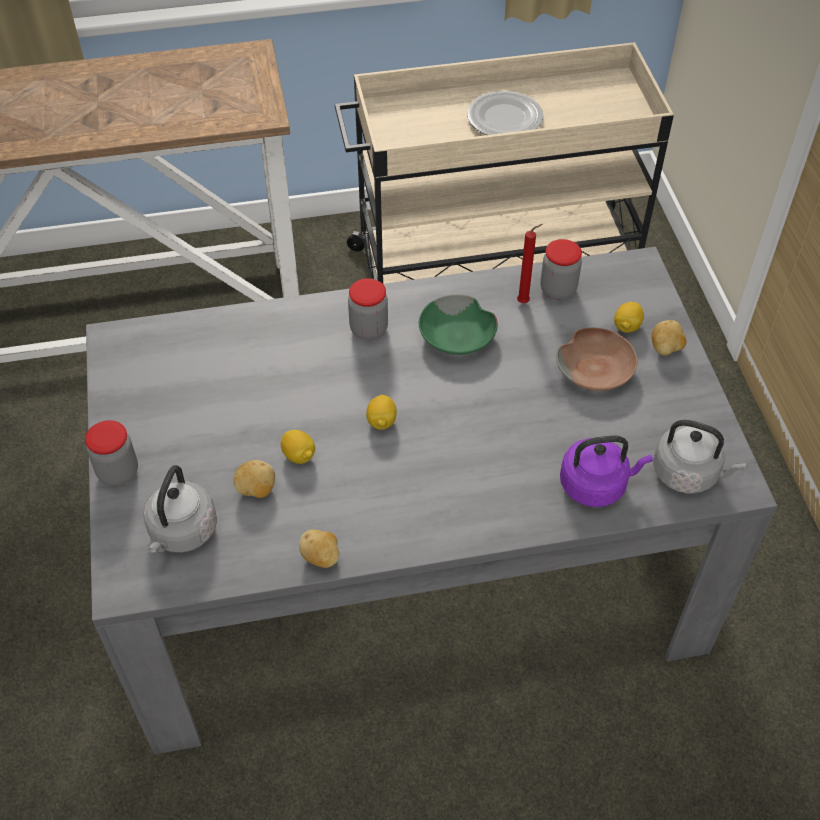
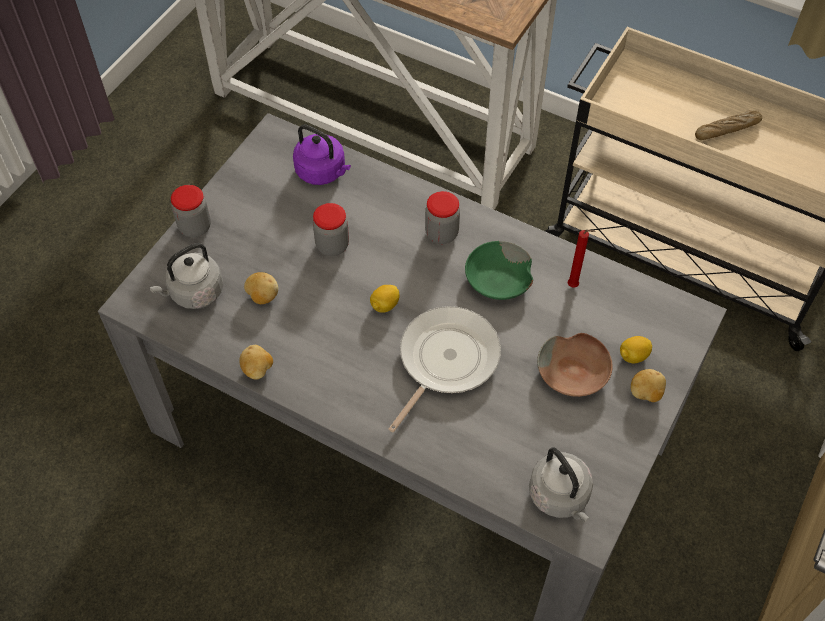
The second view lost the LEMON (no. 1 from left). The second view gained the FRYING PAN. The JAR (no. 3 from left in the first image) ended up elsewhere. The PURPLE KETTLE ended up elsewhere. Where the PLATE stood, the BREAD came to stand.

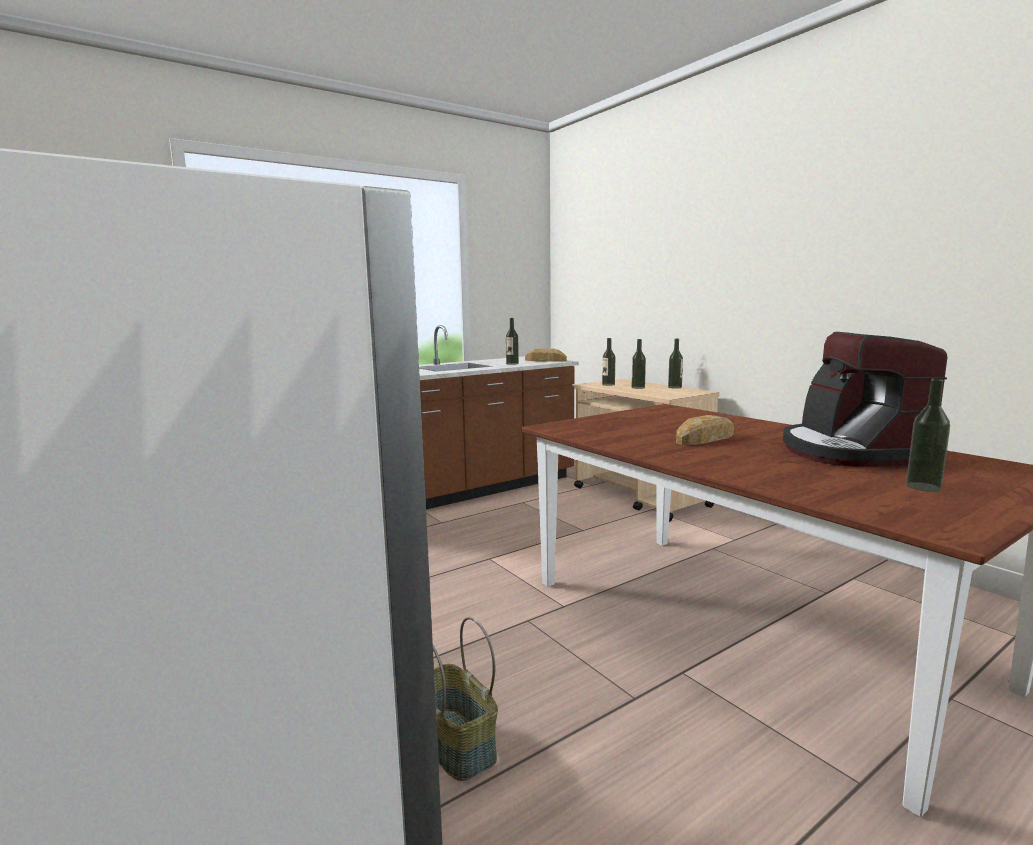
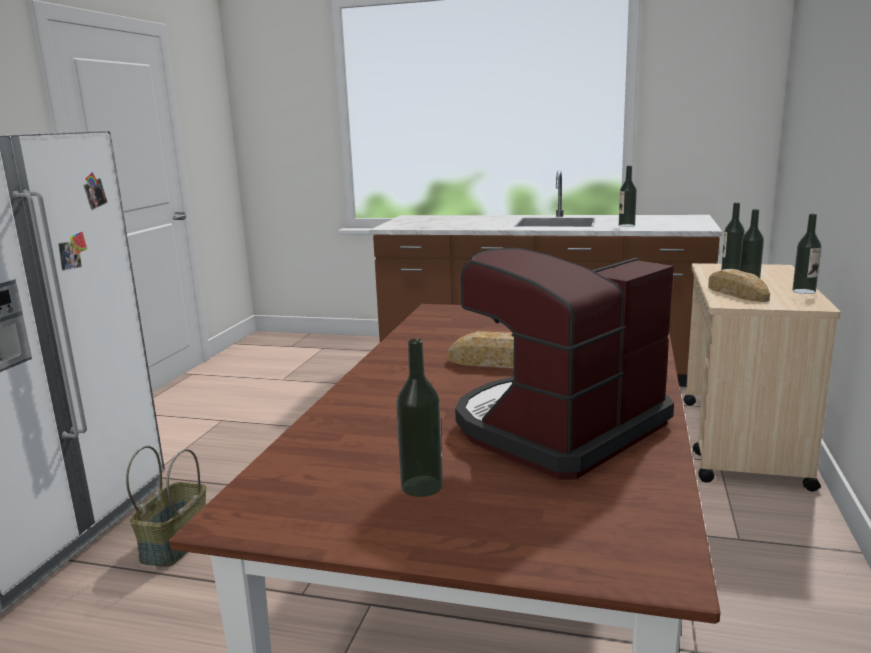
The BREAD (no. 1 from left in the first image) ended up elsewhere.

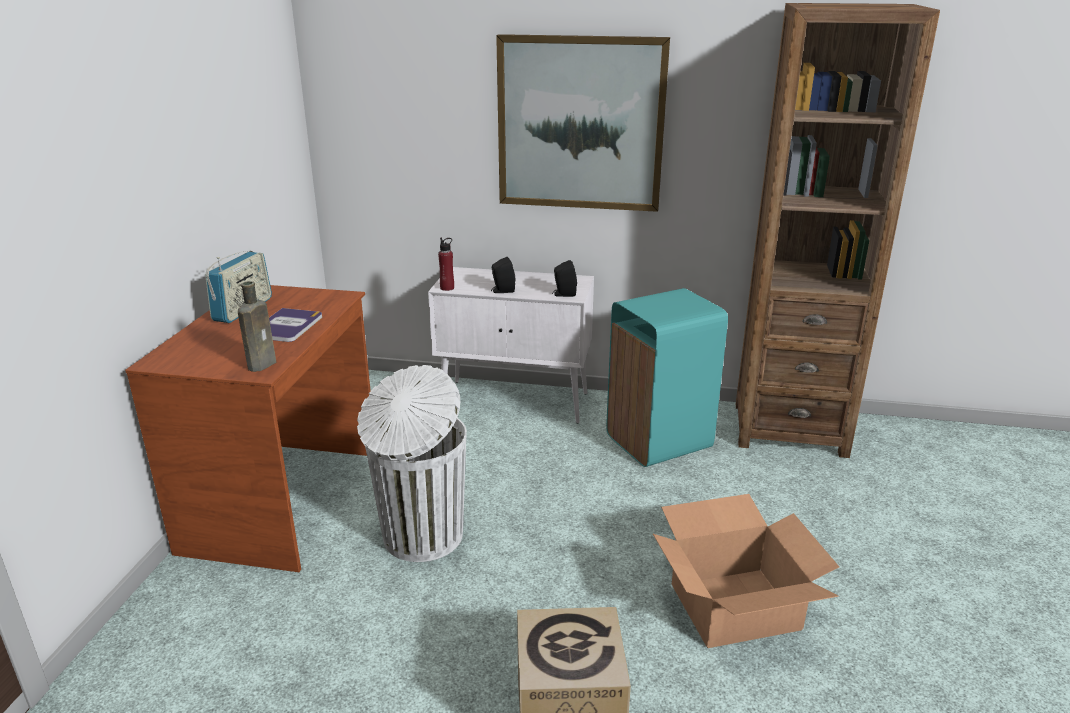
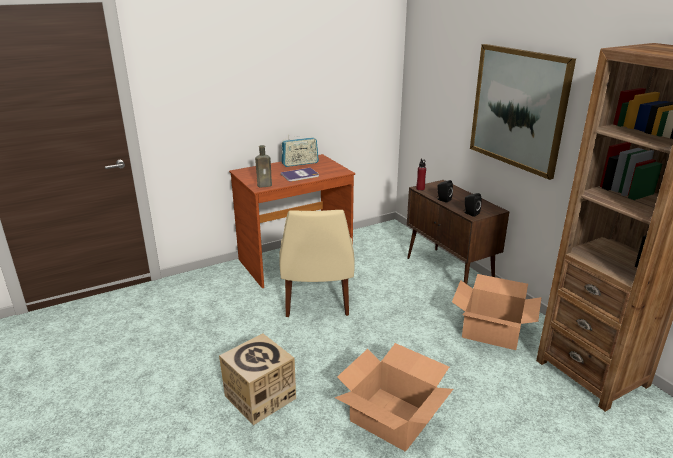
Where the WHITE TRASH CAN stood, the BEIGE CHAIR came to stand. Where the TURQUOISE TRASH CAN stood, the CARDBOARD BOX (no. 3 from left) came to stand. What was the WHITE CABINET turned into the BROWN CABINET.

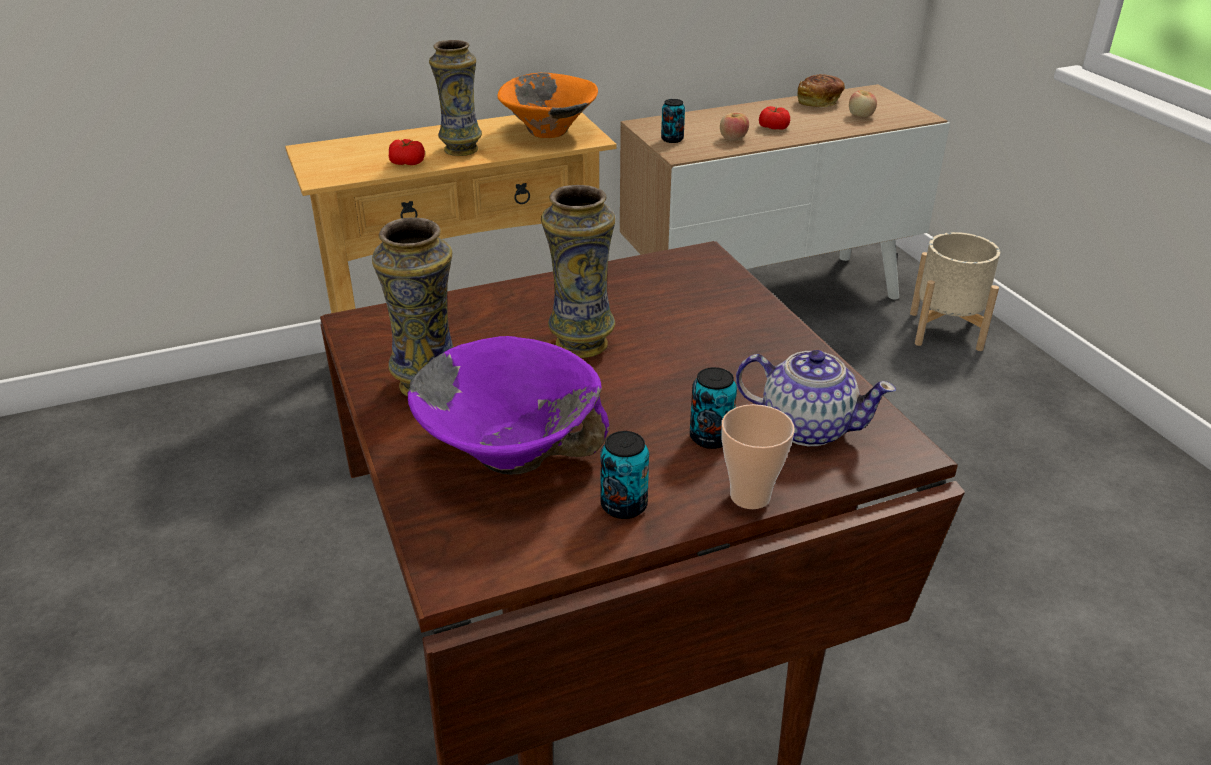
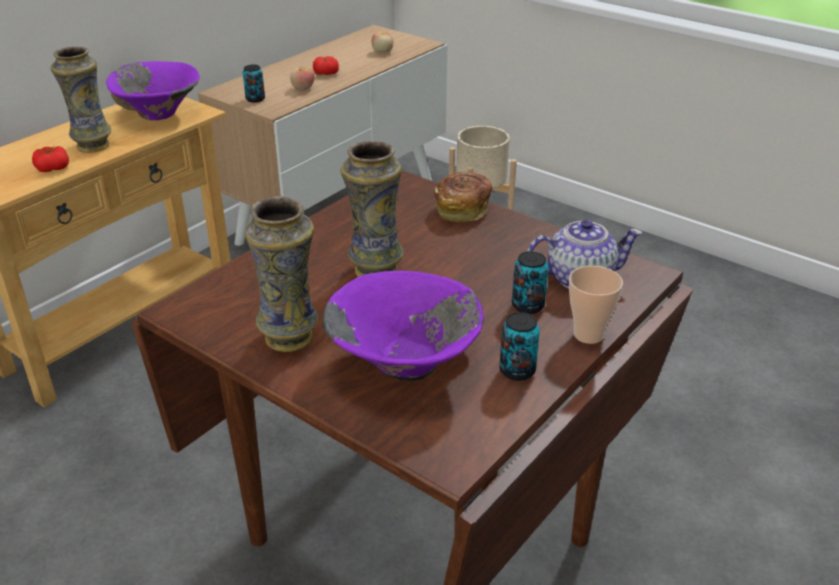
The BREAD ended up elsewhere. What was the ORANGE BOWL turned into the PURPLE BOWL (no. 1 from left).

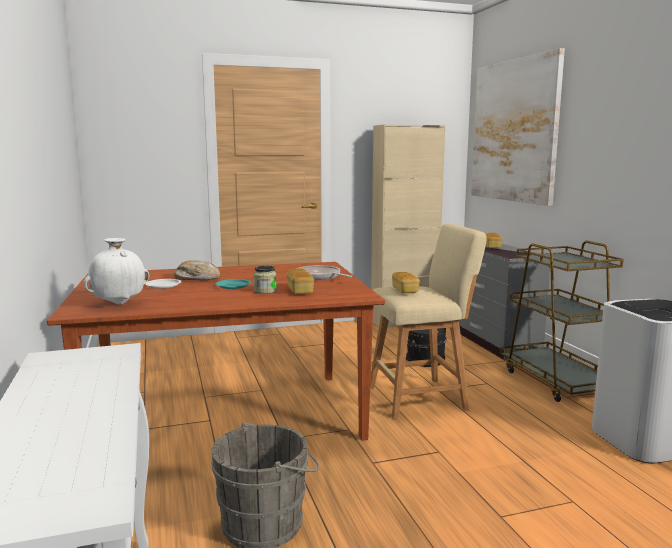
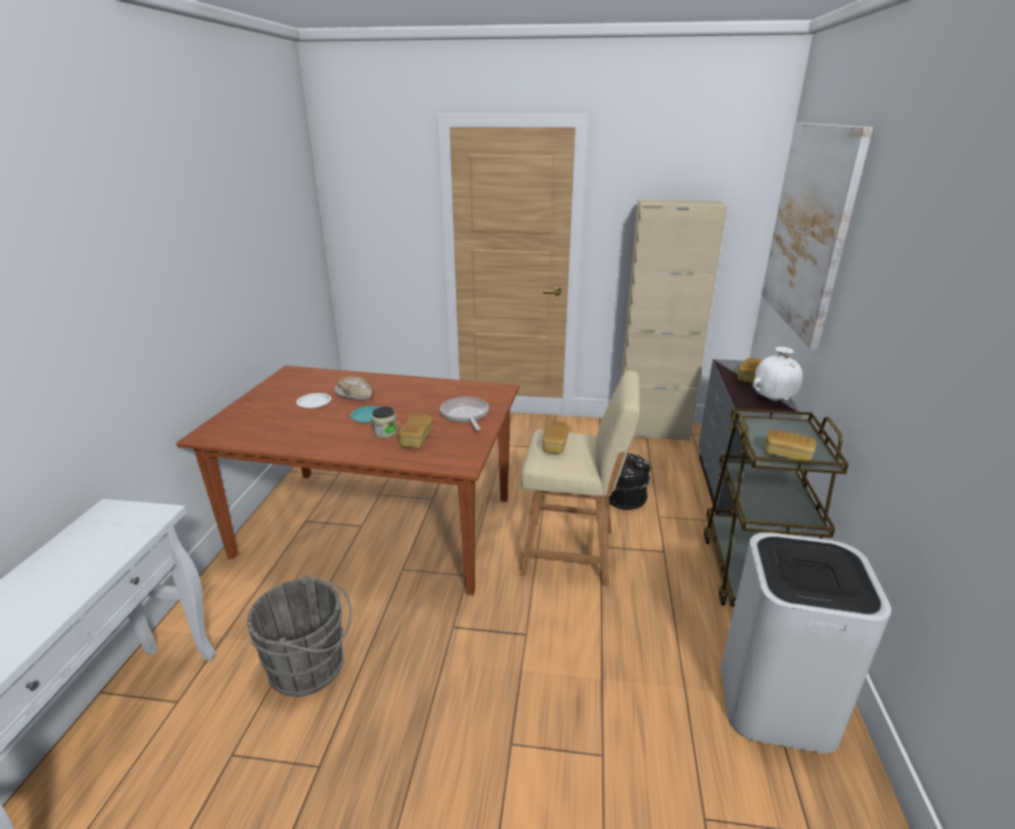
The second view gained the BREAD (no. 5 from left). The WHITE VASE ended up elsewhere.

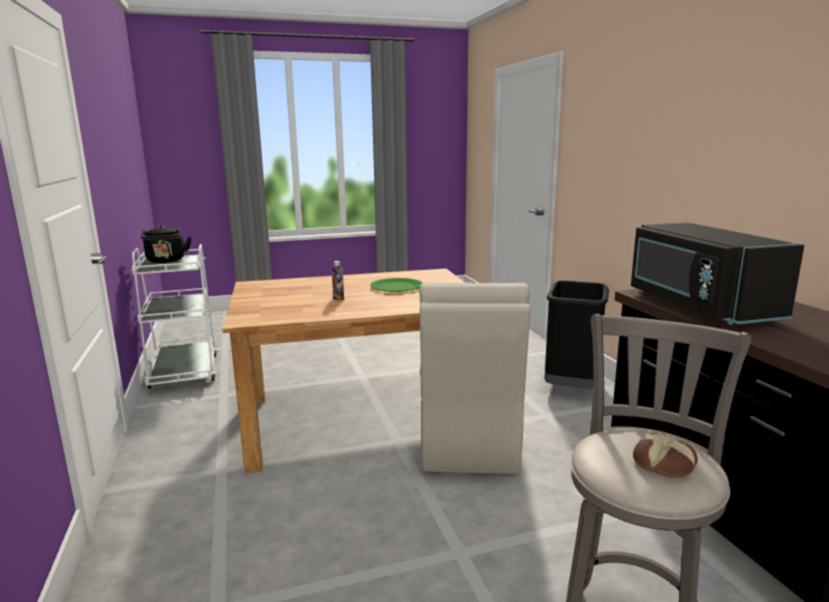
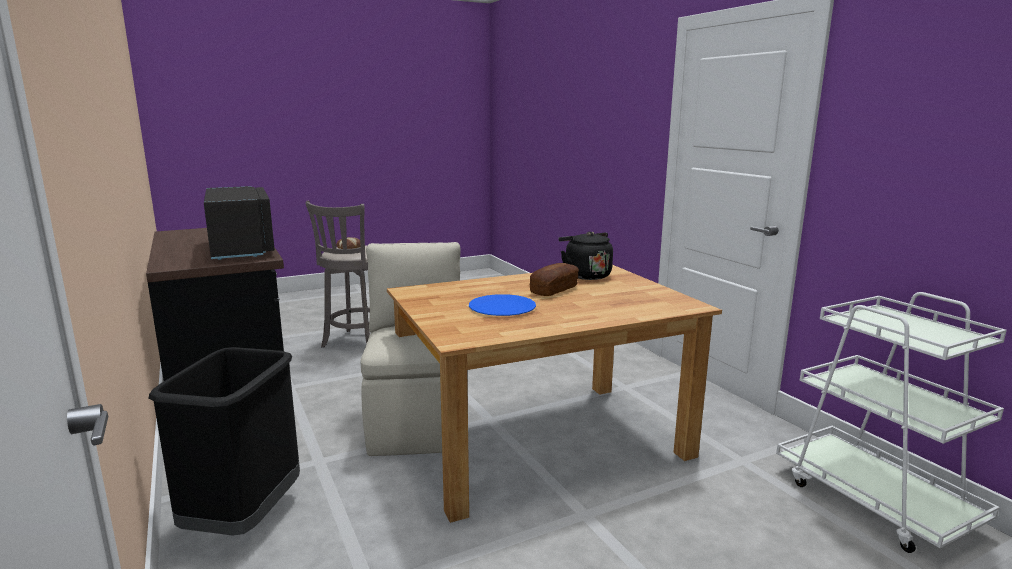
The BLACK KETTLE ended up elsewhere. Where the BOTTLE stood, the BREAD (no. 2 from left) came to stand. What was the GREEN PLATE turned into the BLUE PLATE.

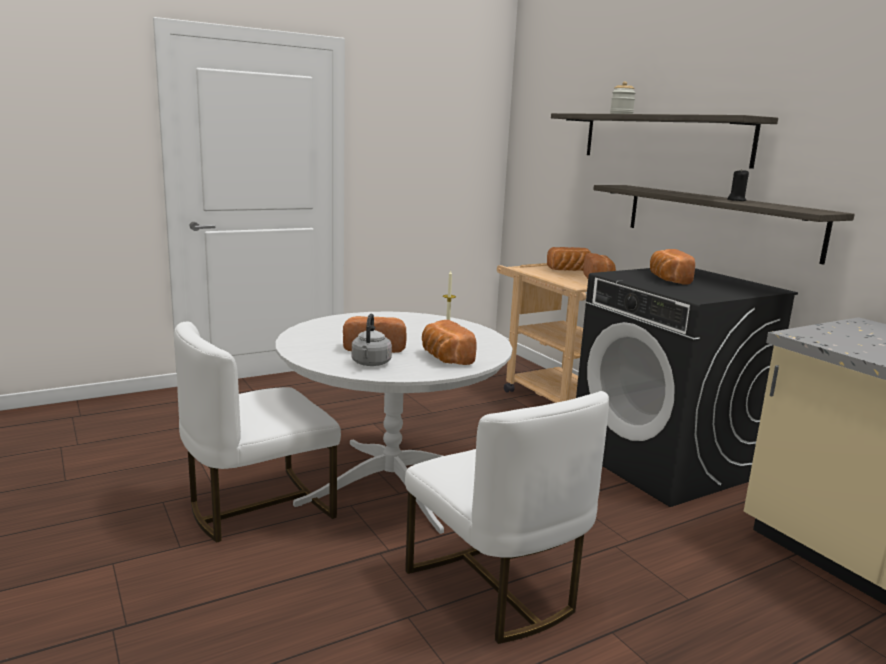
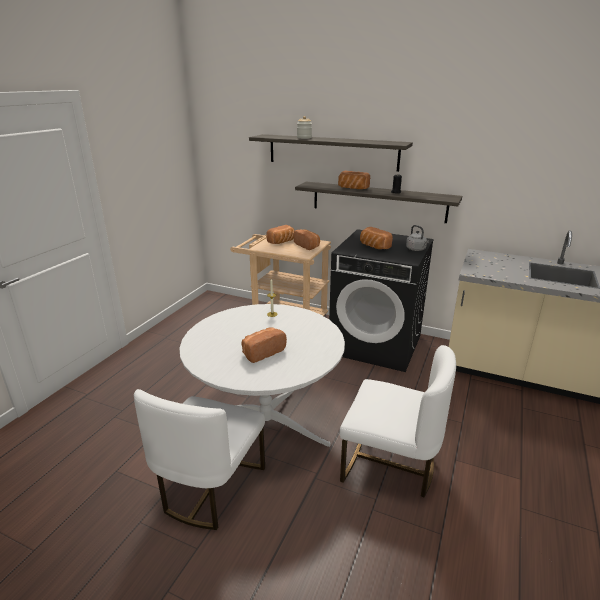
The GREY KETTLE ended up elsewhere. The BREAD (no. 2 from left in the first image) ended up elsewhere.

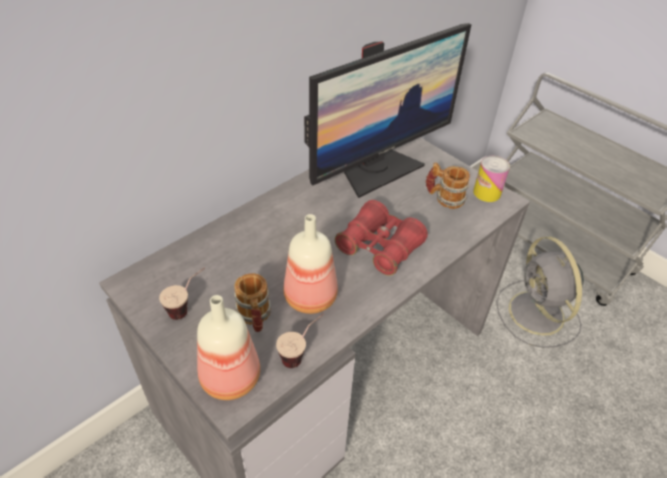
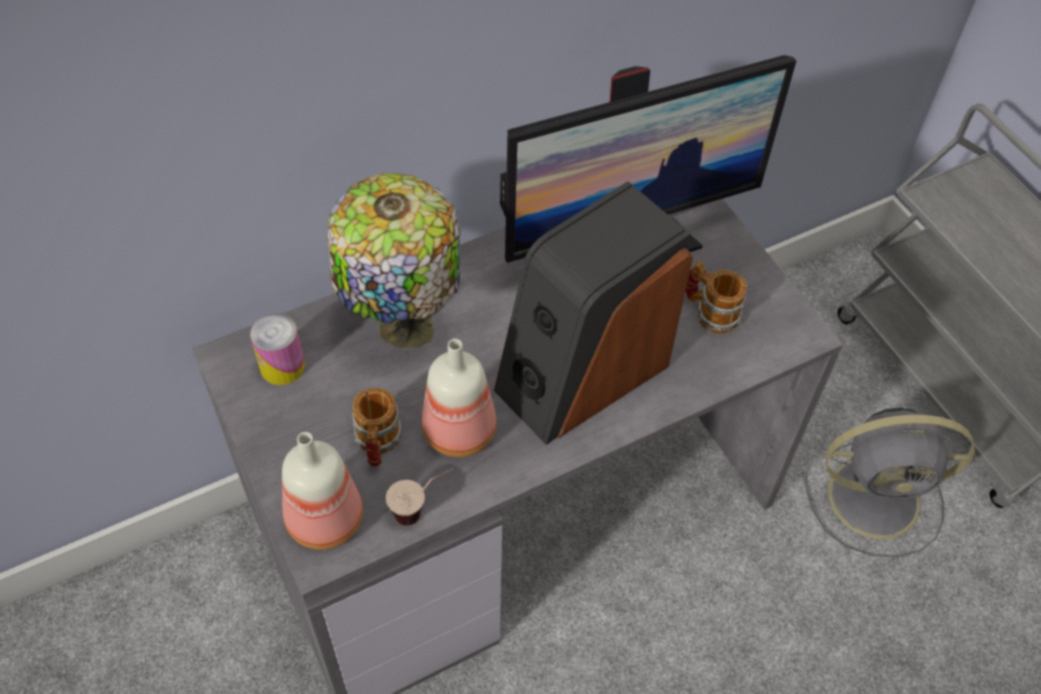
The second view lost the CUP (no. 1 from left). The second view gained the TABLE LAMP. The CAN ended up elsewhere. Where the RED BINOCULARS stood, the SPEAKER came to stand. The GREY FAN ended up facing another way, 90 degrees counterclockwise from before.

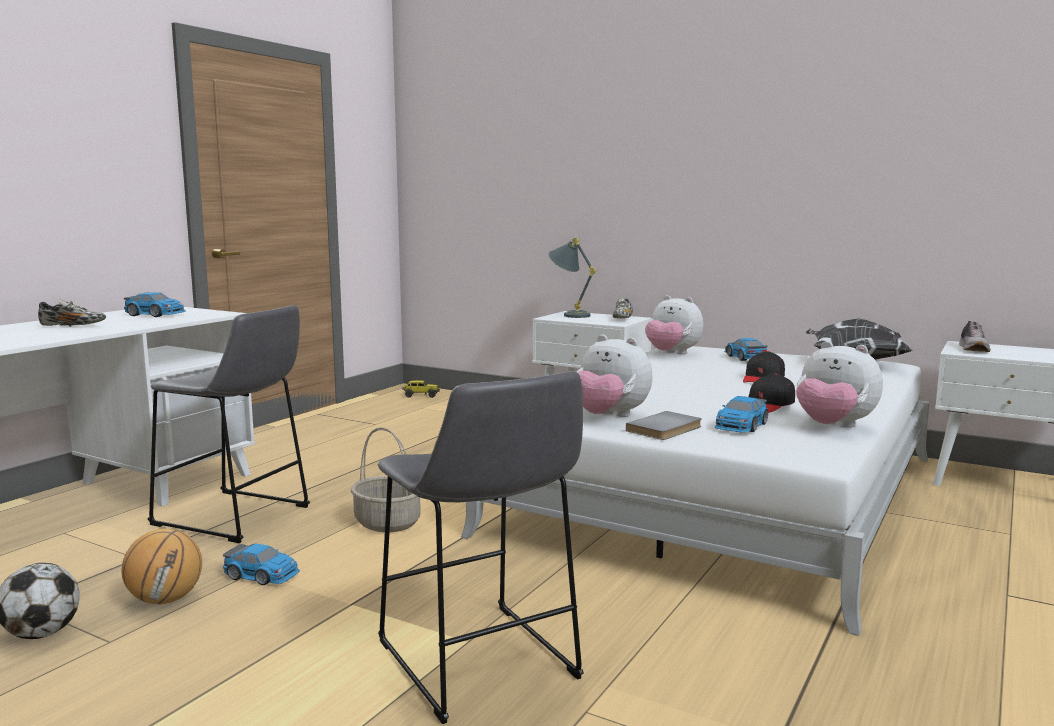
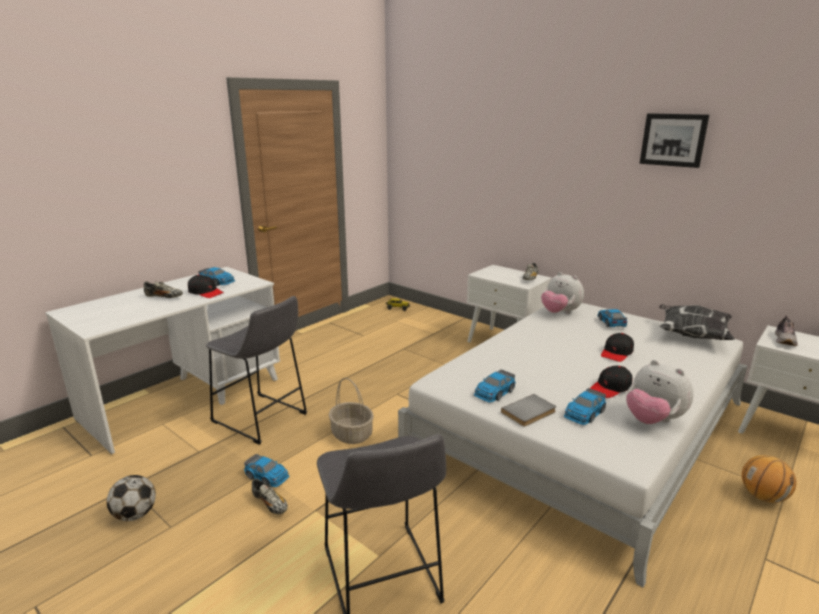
The second view lost the GREY TABLE LAMP. The second view gained the BLACK CAP (no. 1 from left). The second view gained the SHOE (no. 2 from left). The second view gained the PICTURE. The BASKETBALL ended up elsewhere. Where the PLUSH TOY (no. 1 from left) stood, the TOY CAR (no. 3 from left) came to stand.

